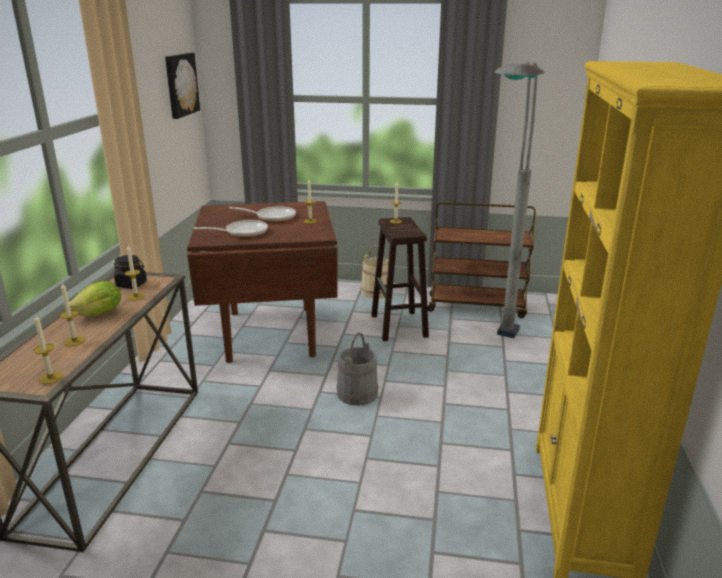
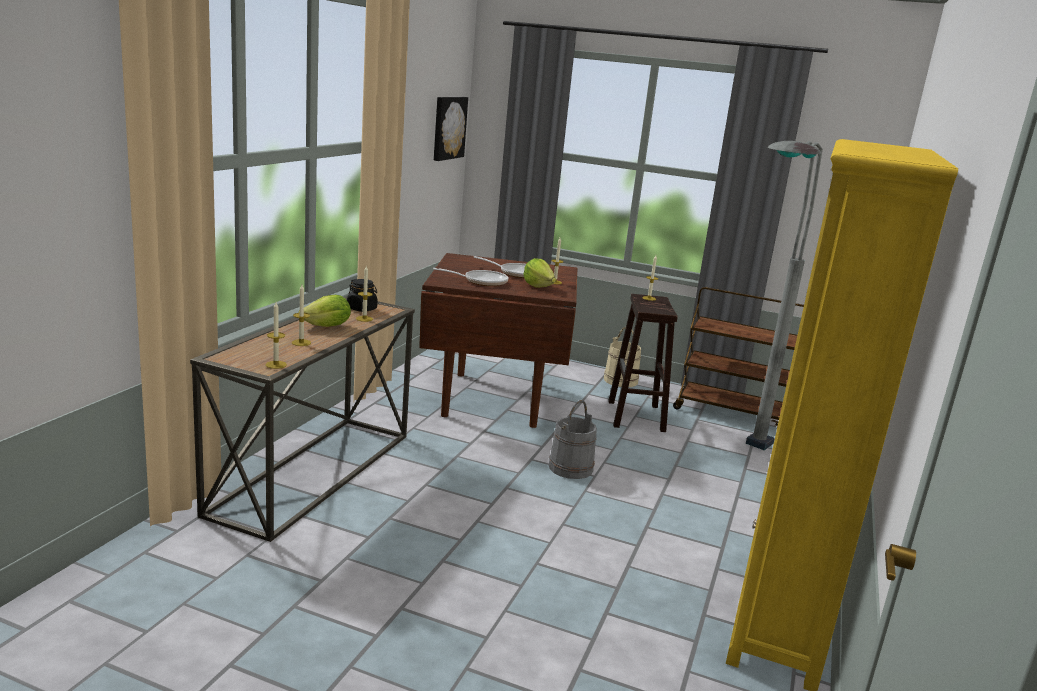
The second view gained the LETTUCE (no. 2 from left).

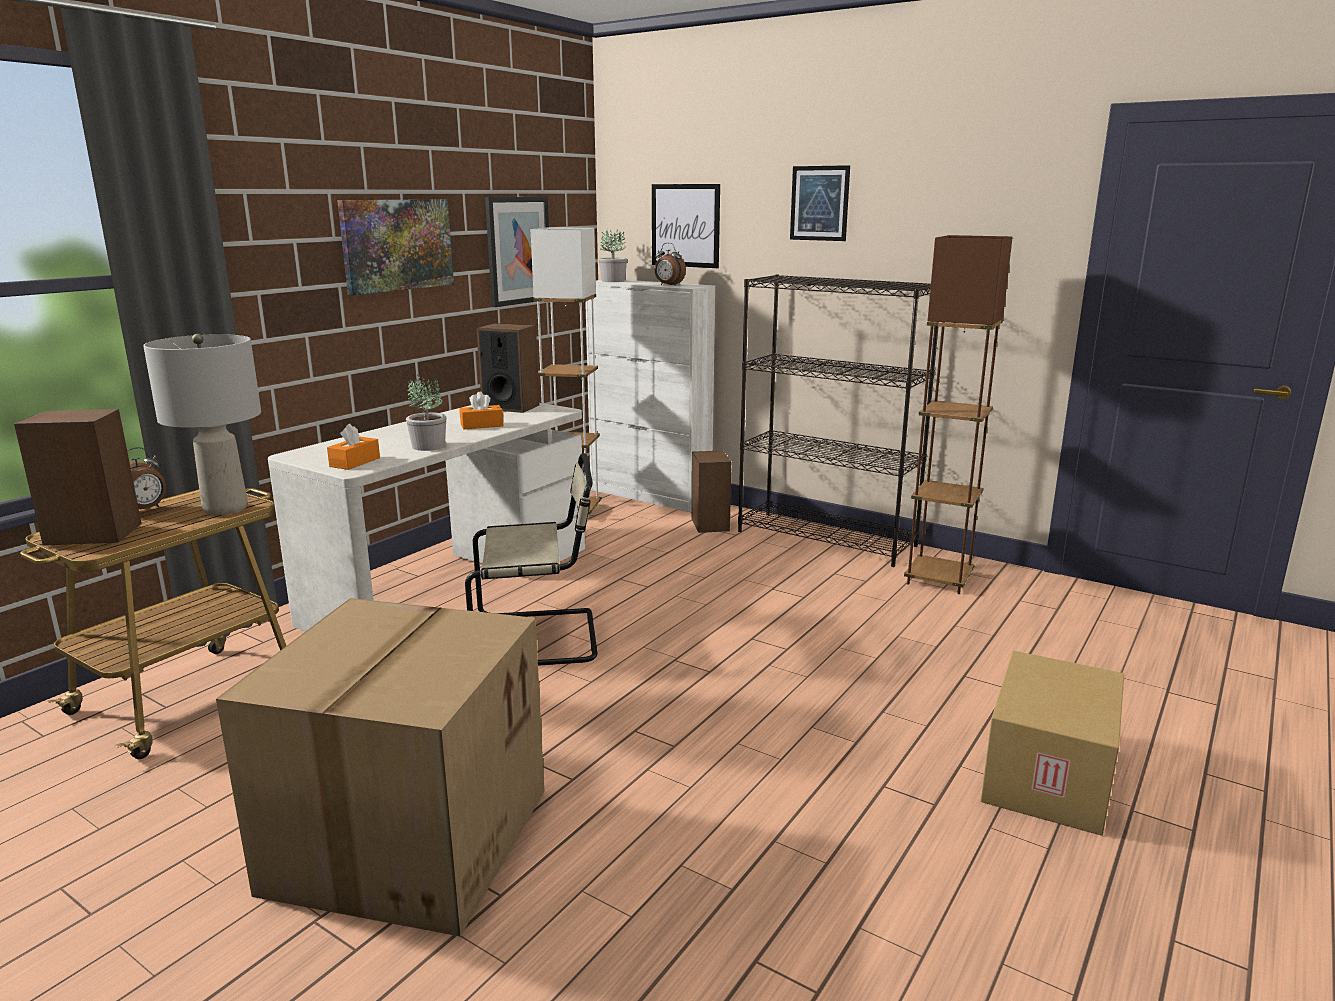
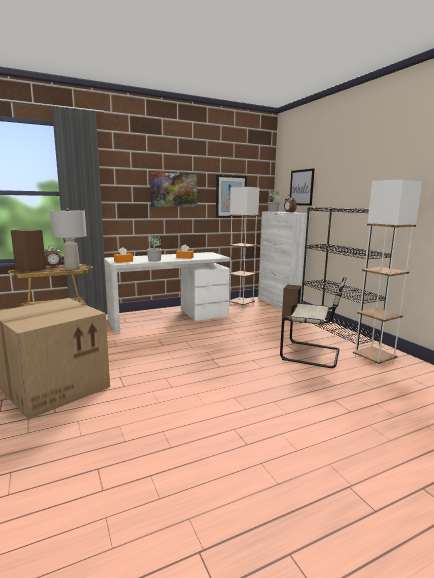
The second view lost the SPEAKER (no. 2 from left). The second view lost the PICTURE (no. 4 from left). The second view lost the CARDBOARD BOX (no. 2 from left). The BEIGE CHAIR ended up elsewhere. What was the BROWN FLOOR LAMP turned into the WHITE FLOOR LAMP (no. 2 from left).

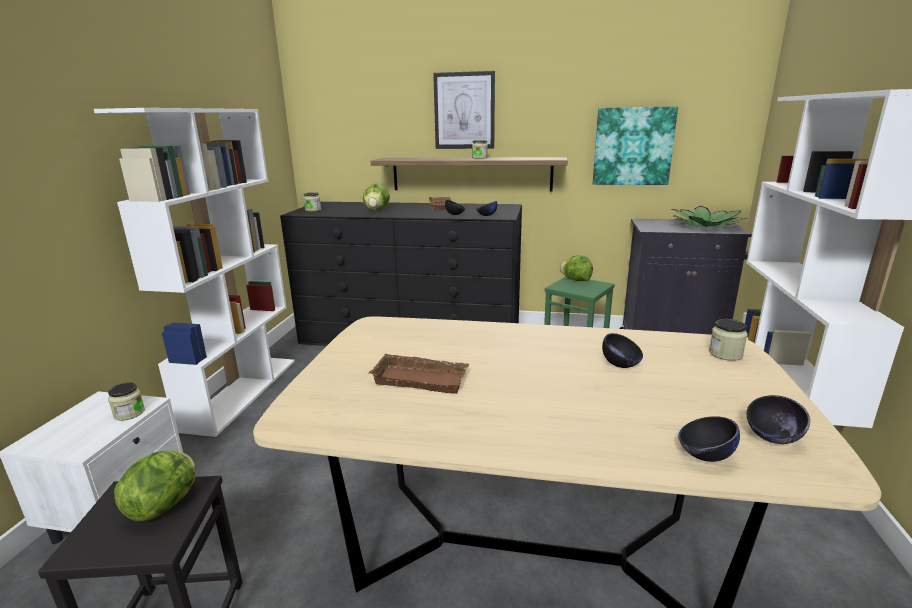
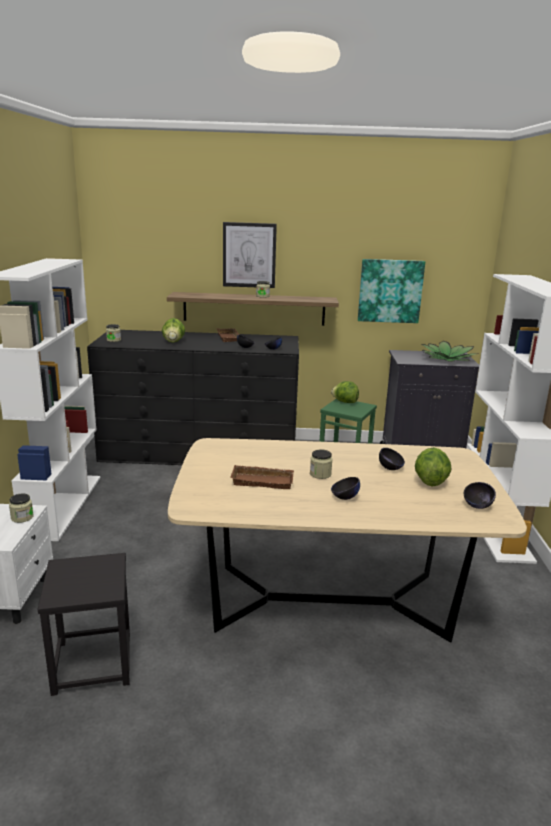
The LETTUCE (no. 1 from left in the first image) ended up elsewhere. The BLACK BOWL (no. 4 from left in the first image) ended up elsewhere. The JAR (no. 4 from left) ended up elsewhere.

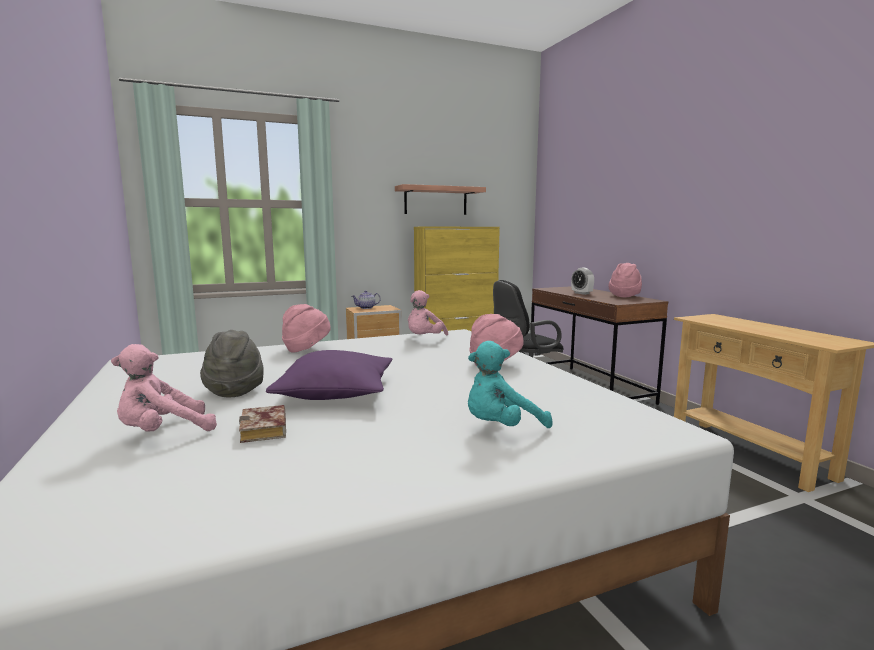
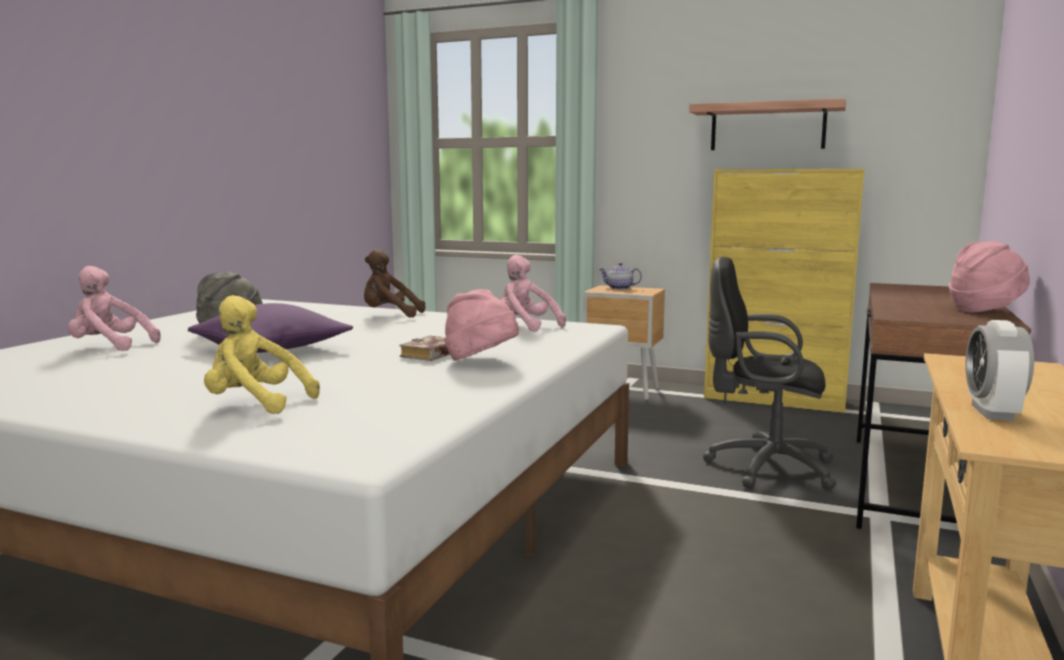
The BOOK ended up elsewhere. The ALARM CLOCK ended up elsewhere. Where the PINK HAT (no. 1 from left) stood, the BROWN PLUSH TOY came to stand. What was the TURQUOISE PLUSH TOY turned into the YELLOW PLUSH TOY. The PINK PLUSH TOY (no. 2 from left) ended up facing another way, 60 degrees clockwise from before.

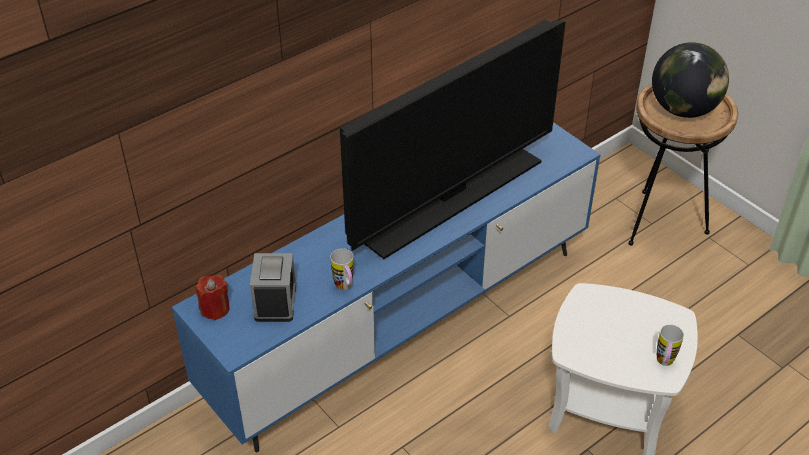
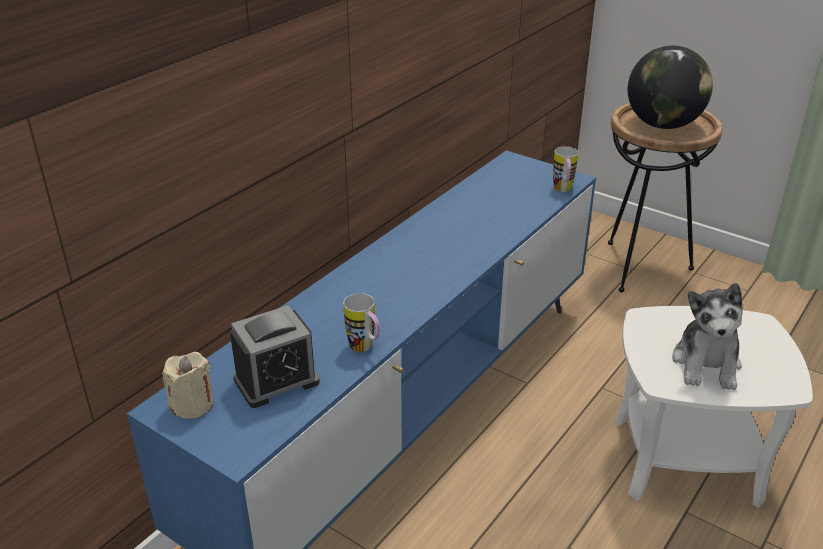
The second view lost the TELEVISION. The second view gained the PLUSH TOY. The MUG (no. 2 from left) ended up elsewhere. What was the RED CANDLE turned into the BEIGE CANDLE. The ALARM CLOCK ended up facing another way, 75 degrees clockwise from before.

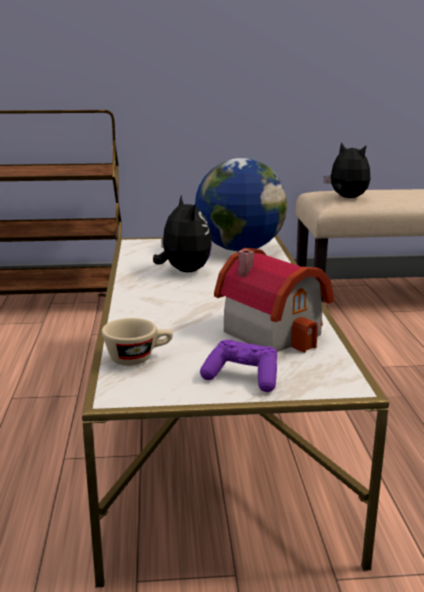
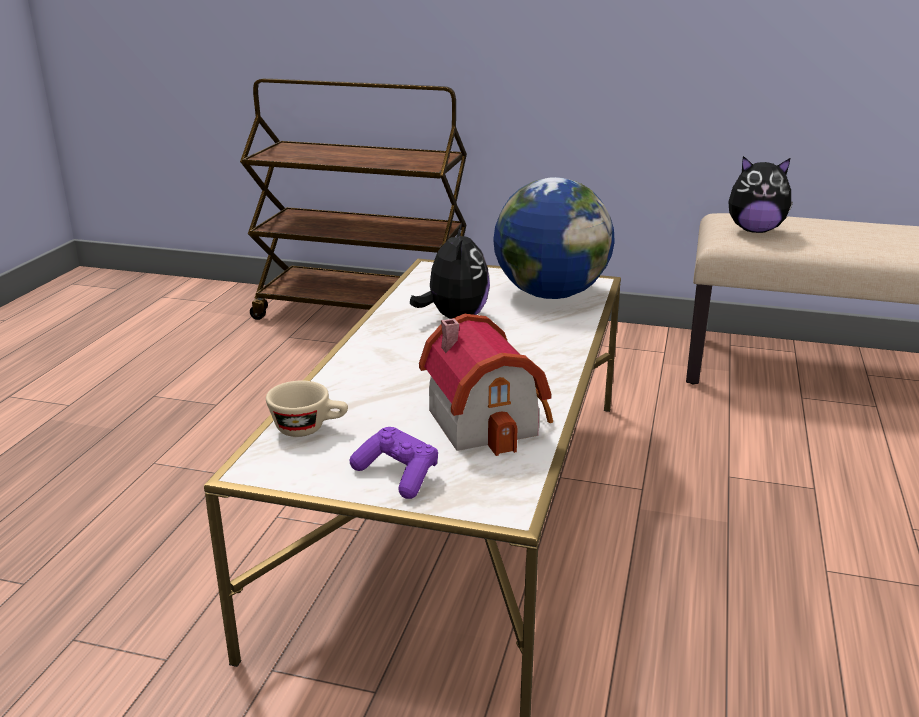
The PLUSH TOY (no. 2 from left) ended up facing another way, 120 degrees clockwise from before.

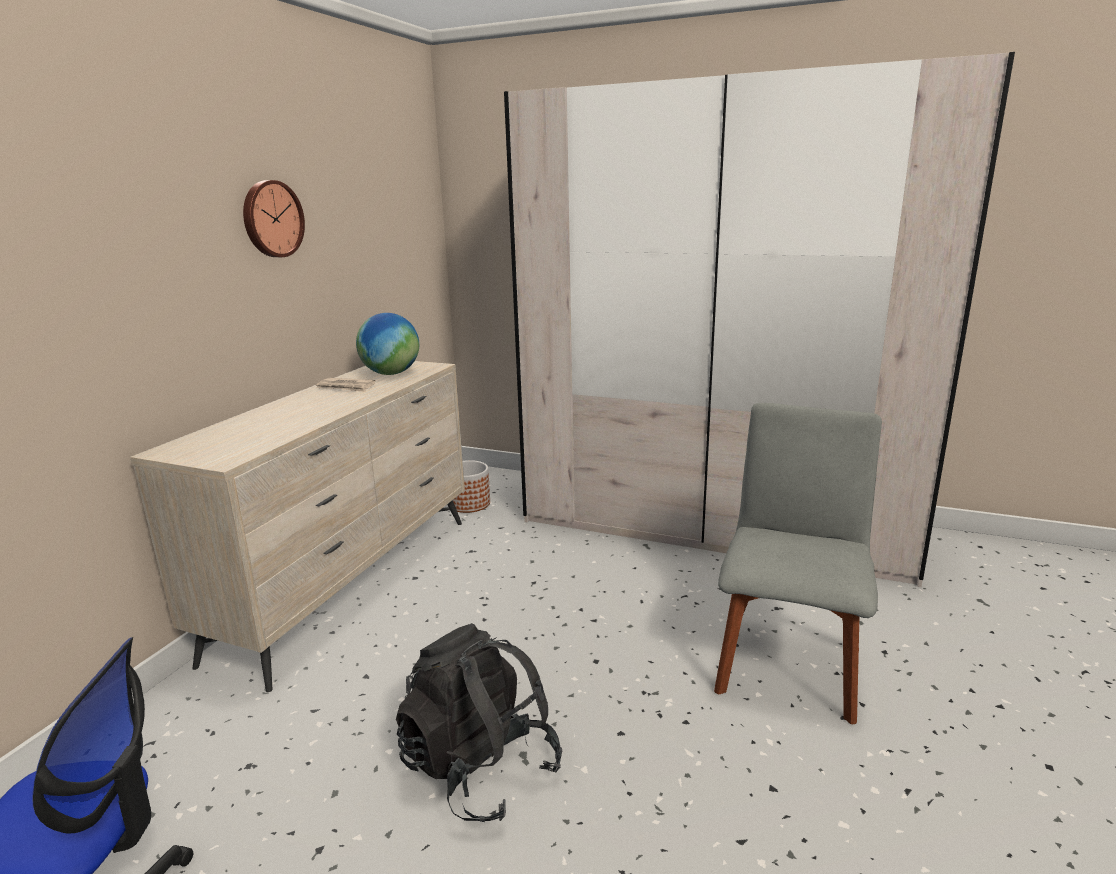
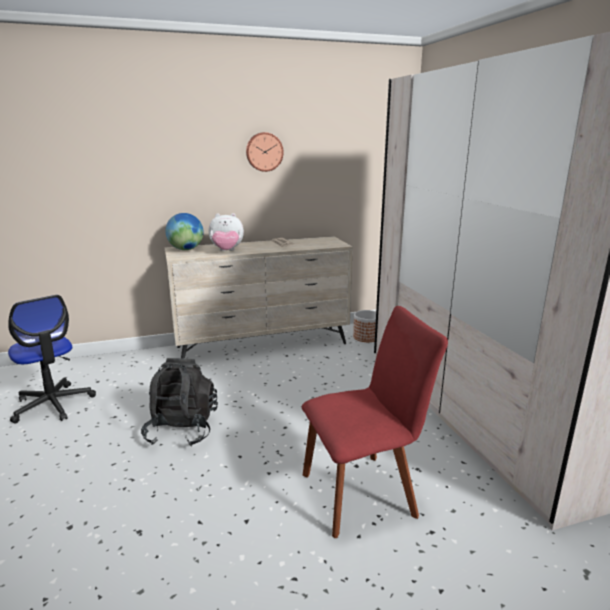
The second view gained the PLUSH TOY. The GLOBE ended up elsewhere. What was the GREY CHAIR turned into the RED CHAIR.

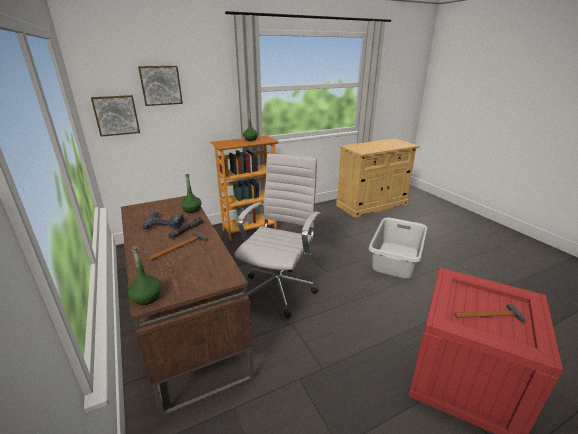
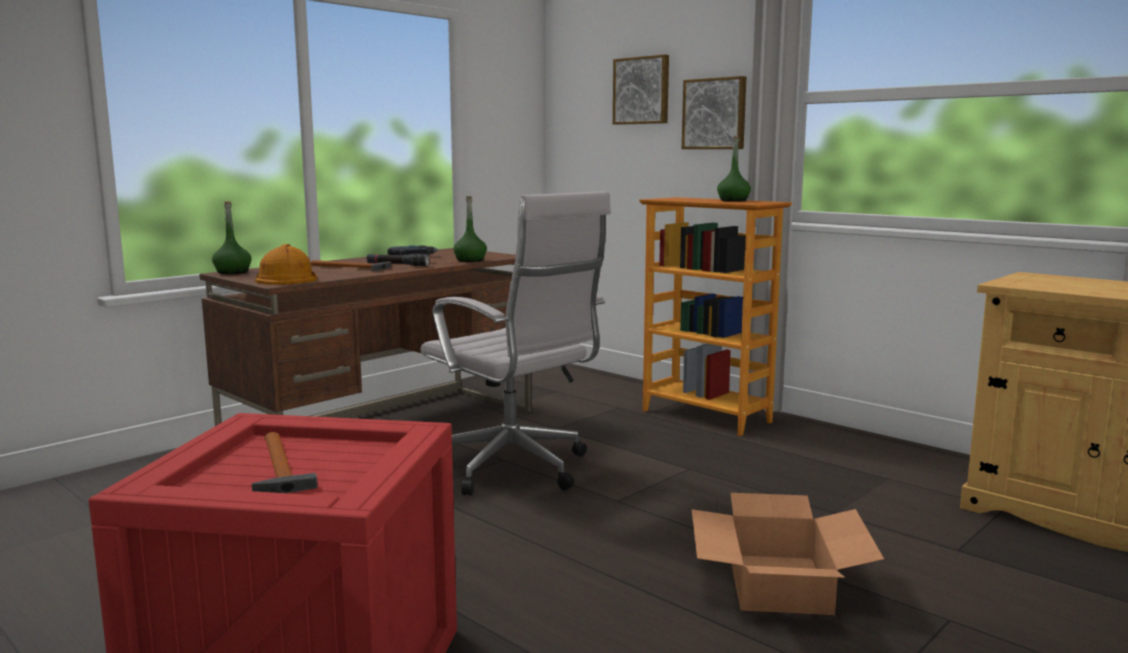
The second view gained the ORANGE HARD HAT. The PICTURE (no. 1 from left in the first image) ended up elsewhere. Where the GREY LAUNDRY BASKET stood, the CARDBOARD BOX came to stand. The WHITE OFFICE CHAIR ended up facing another way, 45 degrees clockwise from before.

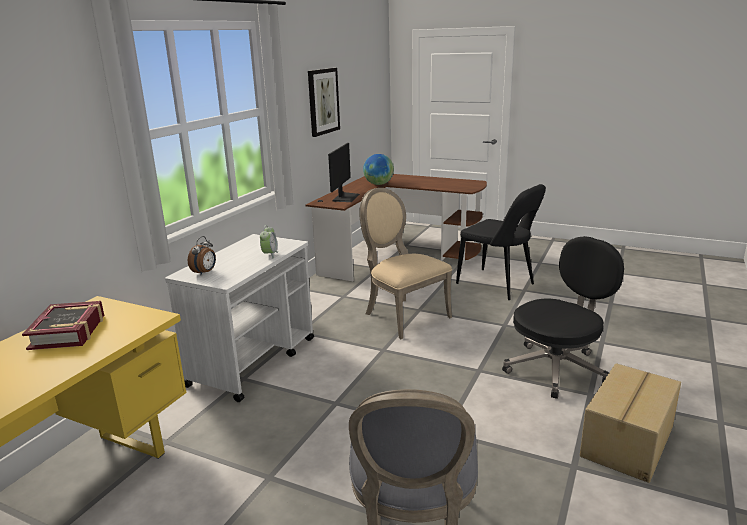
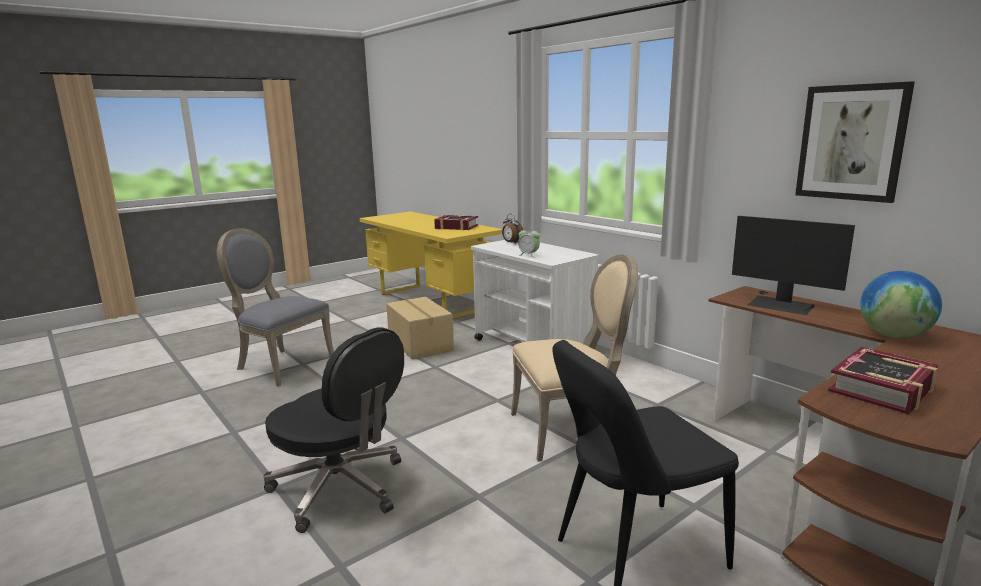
The second view gained the BOOK (no. 2 from left). The CARDBOARD BOX ended up elsewhere. The BLACK OFFICE CHAIR ended up facing another way, 45 degrees counterclockwise from before.

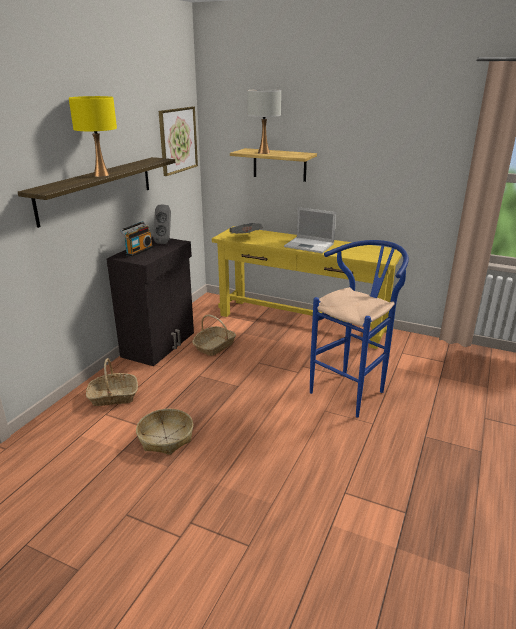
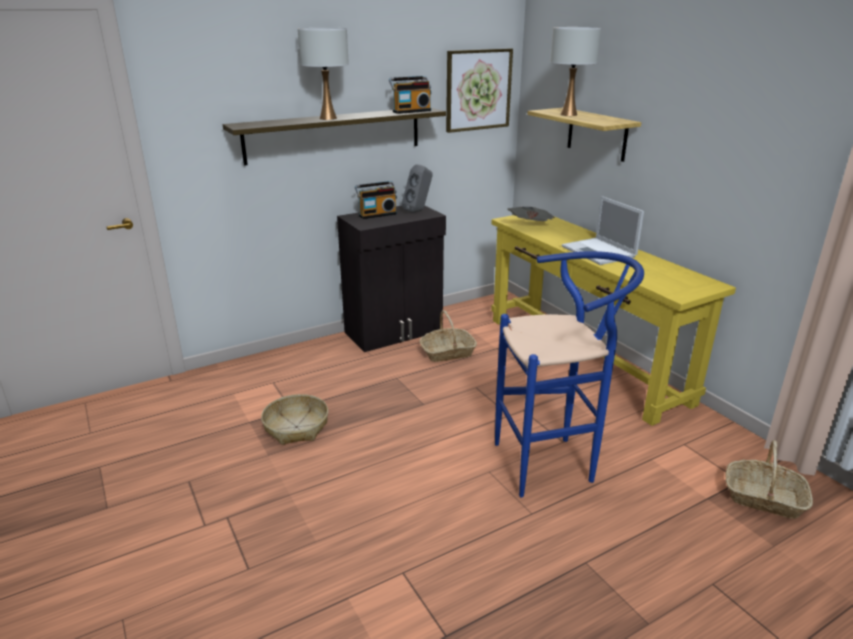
The second view gained the RADIO (no. 2 from left). The BASKET (no. 1 from left in the first image) ended up elsewhere. What was the YELLOW TABLE LAMP turned into the WHITE TABLE LAMP (no. 1 from left).

